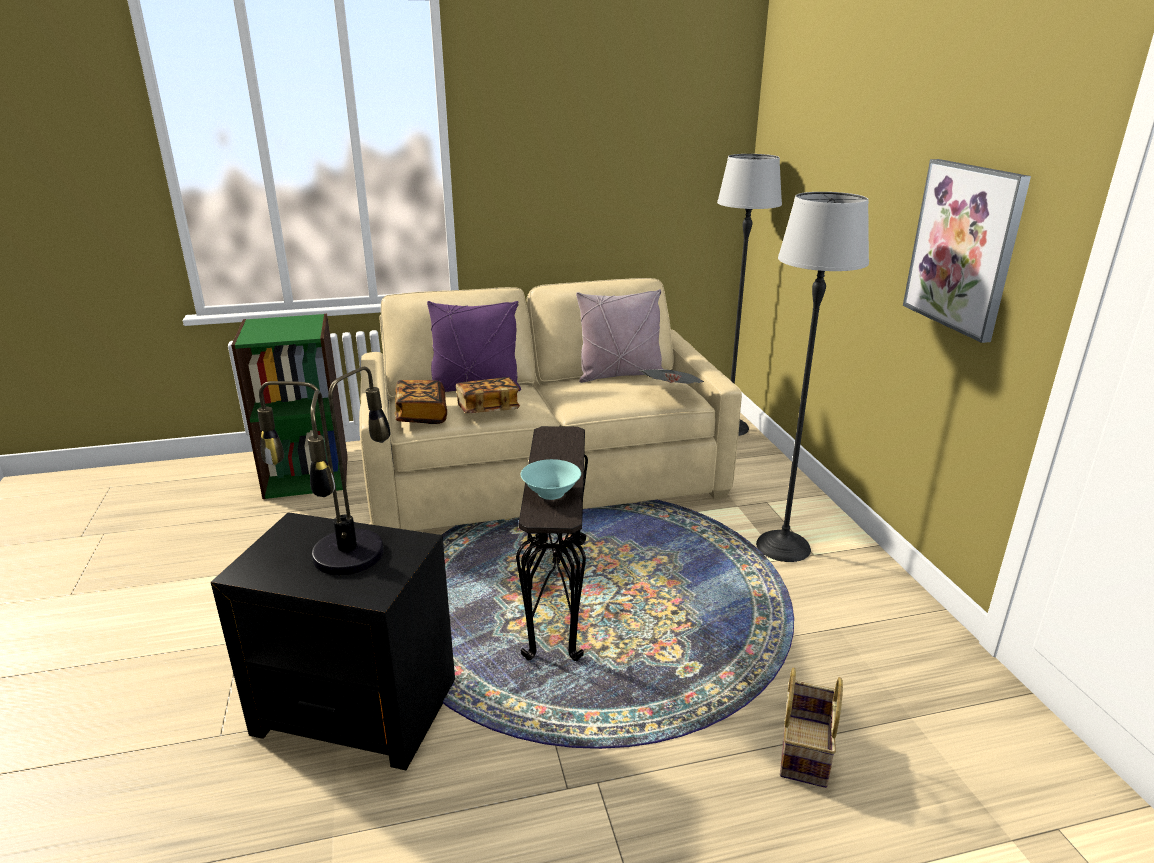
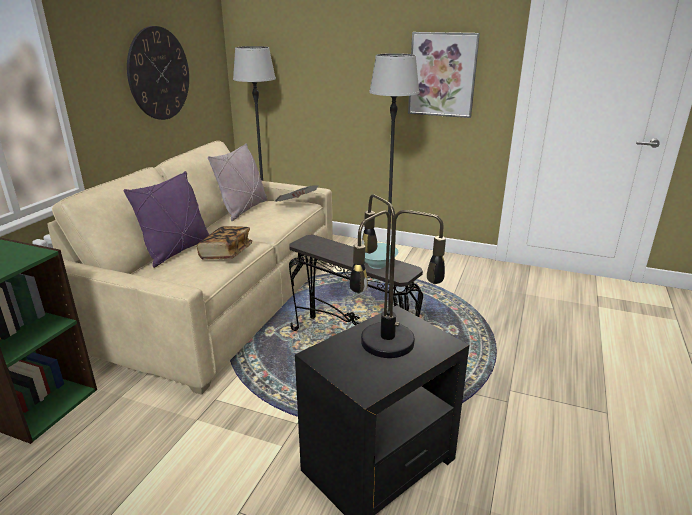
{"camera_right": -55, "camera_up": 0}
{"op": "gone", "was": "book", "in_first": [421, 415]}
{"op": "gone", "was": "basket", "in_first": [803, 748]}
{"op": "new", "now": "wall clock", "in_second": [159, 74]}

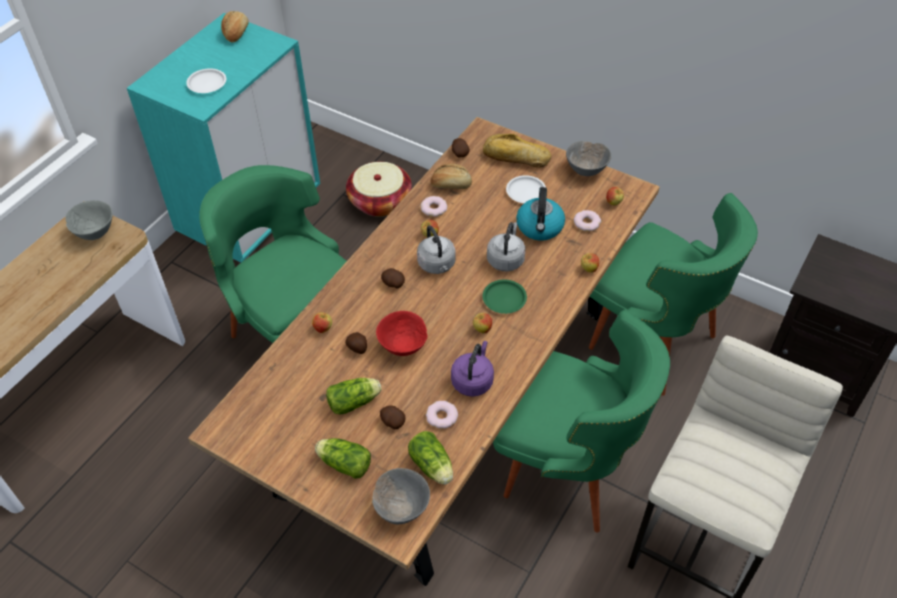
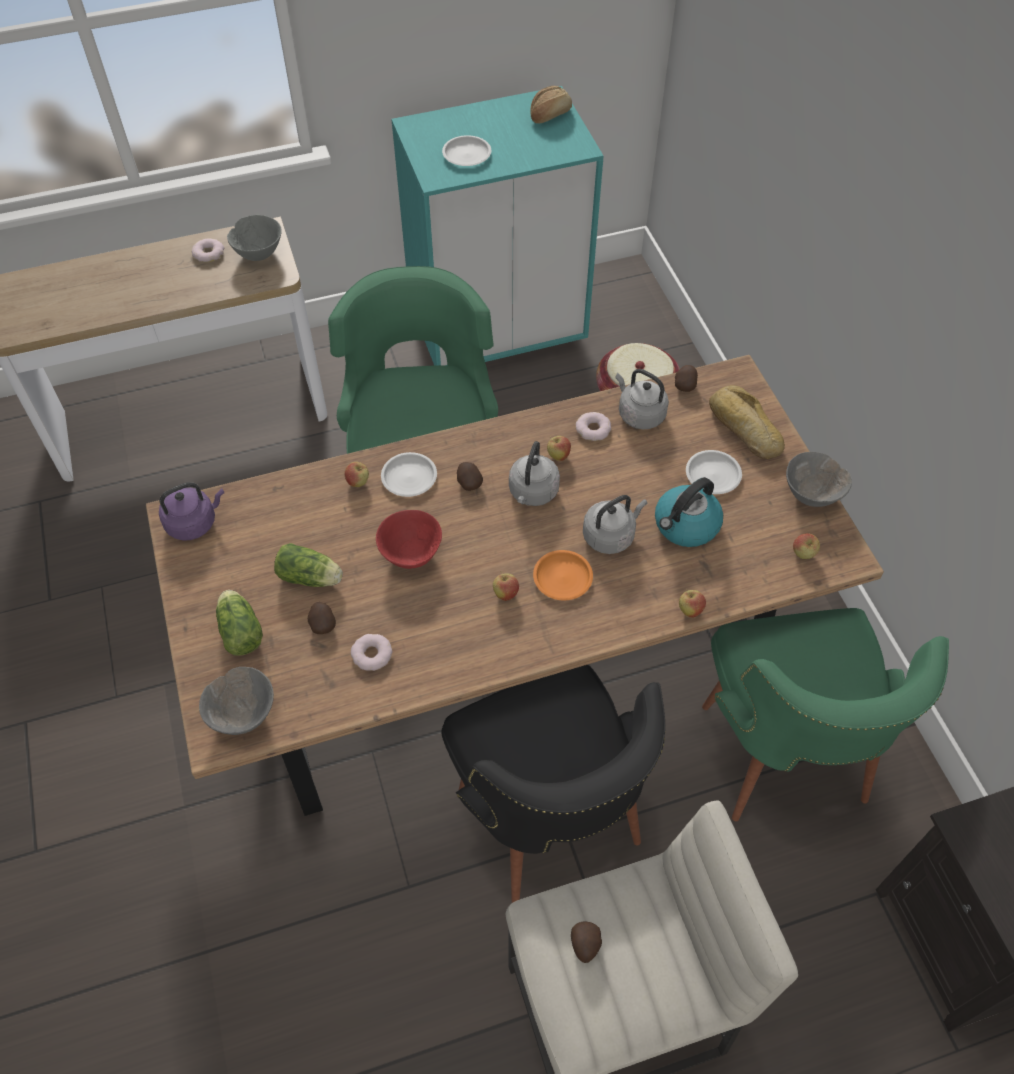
{"camera_right": 40, "camera_up": 5}
{"op": "gone", "was": "lettuce", "in_first": [433, 467]}
{"op": "new", "now": "plate/white", "in_second": [409, 478]}
{"op": "shifted", "was": "potato", "in_first": [358, 348], "in_second": [585, 945]}
{"op": "shifted", "was": "kettle/purple", "in_first": [473, 380], "in_second": [194, 523]}
{"op": "shifted", "was": "donut", "in_first": [586, 223], "in_second": [209, 253]}
{"op": "swapped", "was": "bread", "now": "kettle/grey", "in_first": [451, 184], "in_second": [639, 414]}
{"op": "repainted", "was": "plate/green", "now": "plate/orange", "in_first": [504, 299], "in_second": [562, 577]}
{"op": "repainted", "was": "chair/green", "now": "chair/black", "in_first": [566, 470], "in_second": [548, 816]}

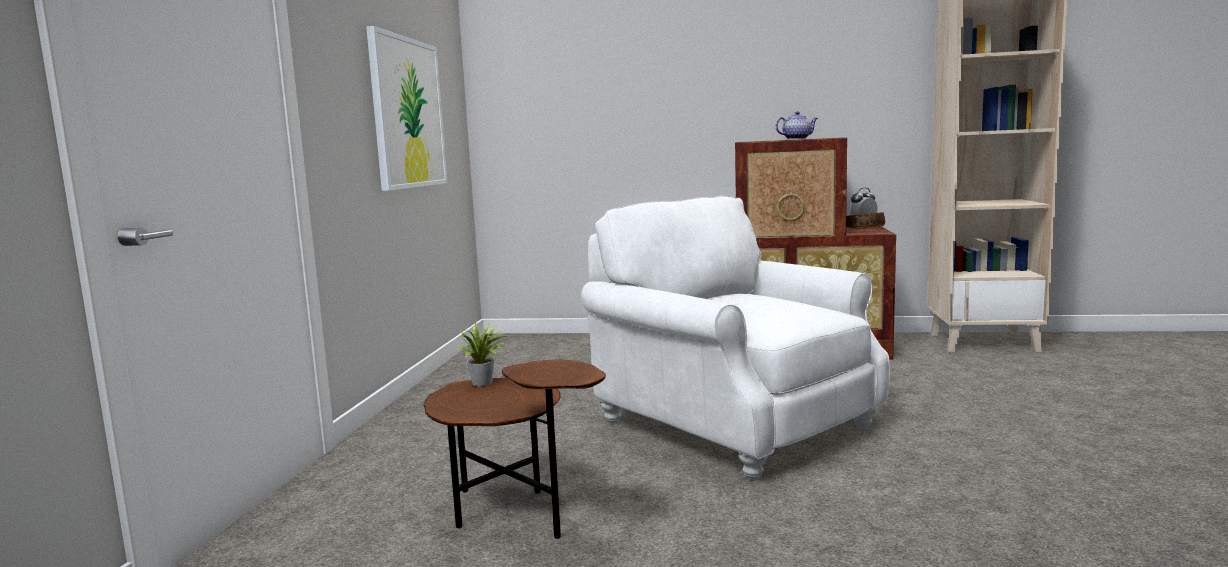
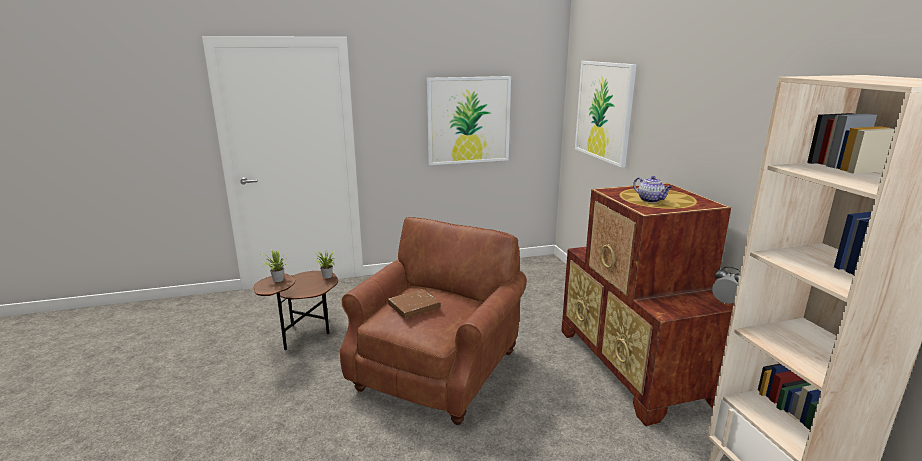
{"camera_right": 65, "camera_up": 10}
{"op": "gone", "was": "bowl", "in_first": [865, 229]}
{"op": "new", "now": "potted plant", "in_second": [277, 280]}
{"op": "new", "now": "book/brown", "in_second": [414, 306]}
{"op": "new", "now": "picture", "in_second": [604, 111]}
{"op": "repainted", "was": "armchair/white", "now": "armchair/brown", "in_first": [733, 424], "in_second": [437, 370]}

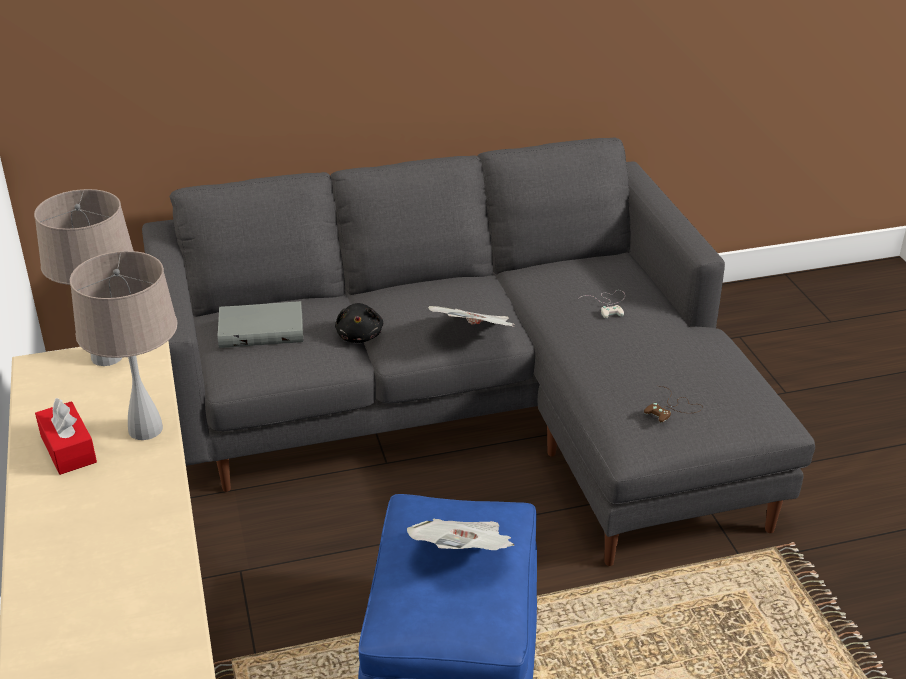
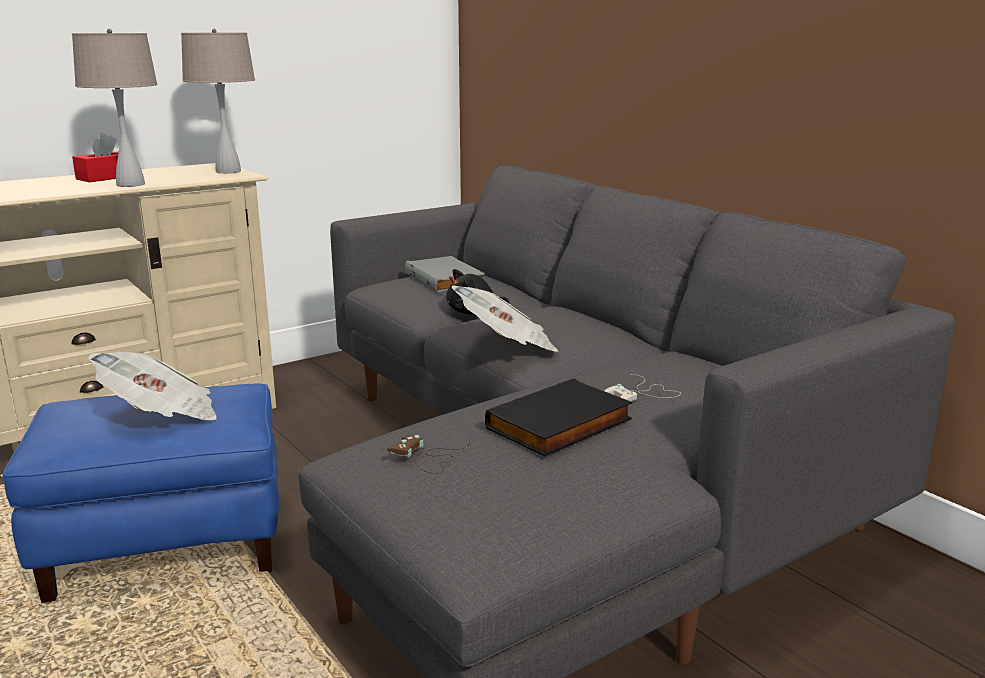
{"camera_right": 70, "camera_up": -15}
{"op": "new", "now": "book/black", "in_second": [560, 425]}

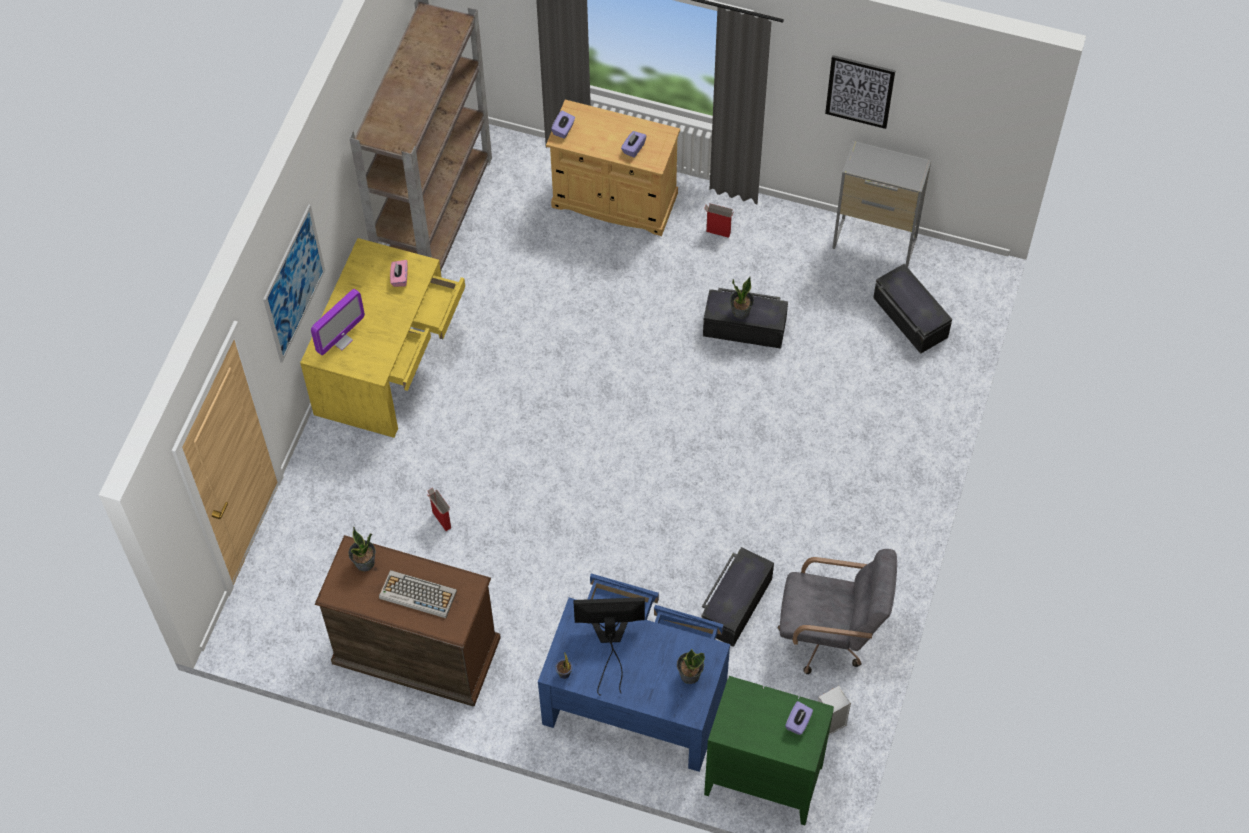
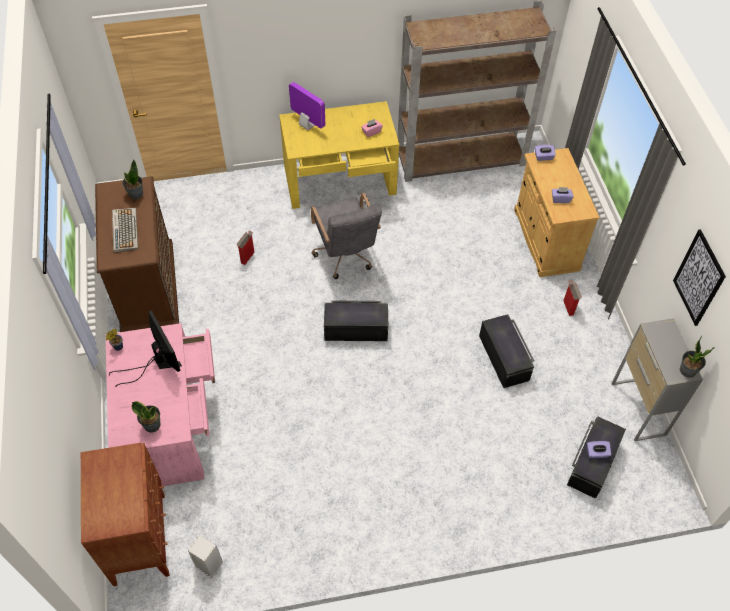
{"camera_right": 60, "camera_up": -5}
{"op": "gone", "was": "picture", "in_first": [294, 284]}
{"op": "shifted", "was": "storage box/black", "in_first": [735, 604], "in_second": [356, 328]}
{"op": "shifted", "was": "potted plant", "in_first": [741, 312], "in_second": [687, 371]}
{"op": "shifted", "was": "office chair/grey", "in_first": [829, 638], "in_second": [345, 258]}
{"op": "shifted", "was": "tissue box/purple", "in_first": [798, 722], "in_second": [597, 453]}
{"op": "repainted", "was": "desk/blue", "now": "desk/pink", "in_first": [636, 696], "in_second": [171, 424]}
{"op": "repainted", "was": "dresser/green", "now": "dresser/brown", "in_first": [763, 778], "in_second": [141, 538]}
{"op": "rotated", "was": "monitor", "in_first": [341, 340], "in_second": [307, 125], "clockwise": -150}

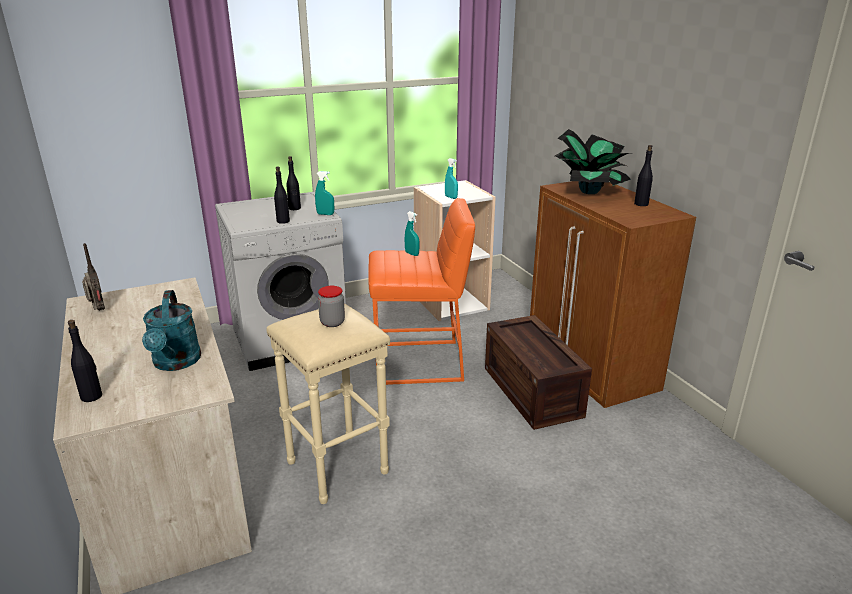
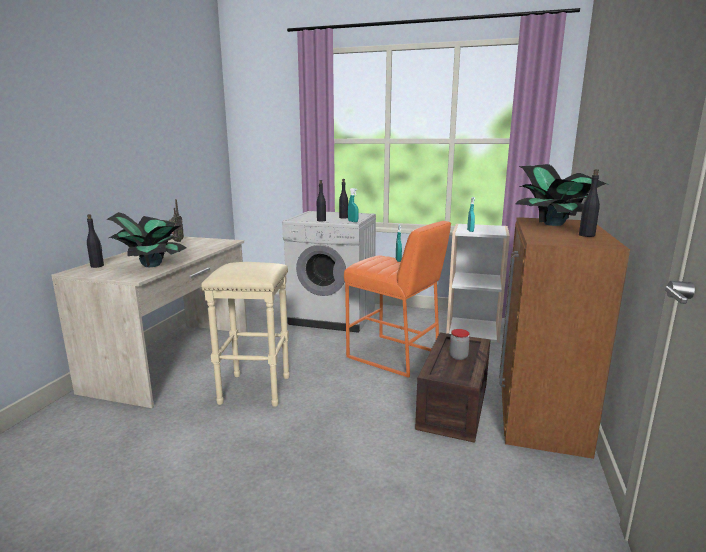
{"camera_right": 40, "camera_up": -10}
{"op": "shifted", "was": "jar", "in_first": [332, 322], "in_second": [458, 357]}
{"op": "swapped", "was": "watering can/turquoise", "now": "potted plant", "in_first": [176, 363], "in_second": [152, 265]}

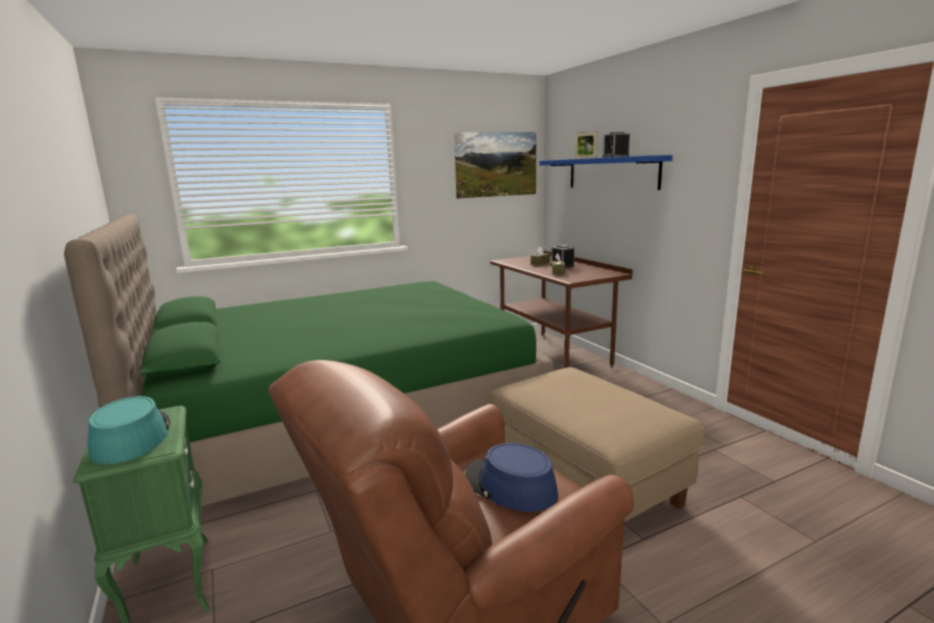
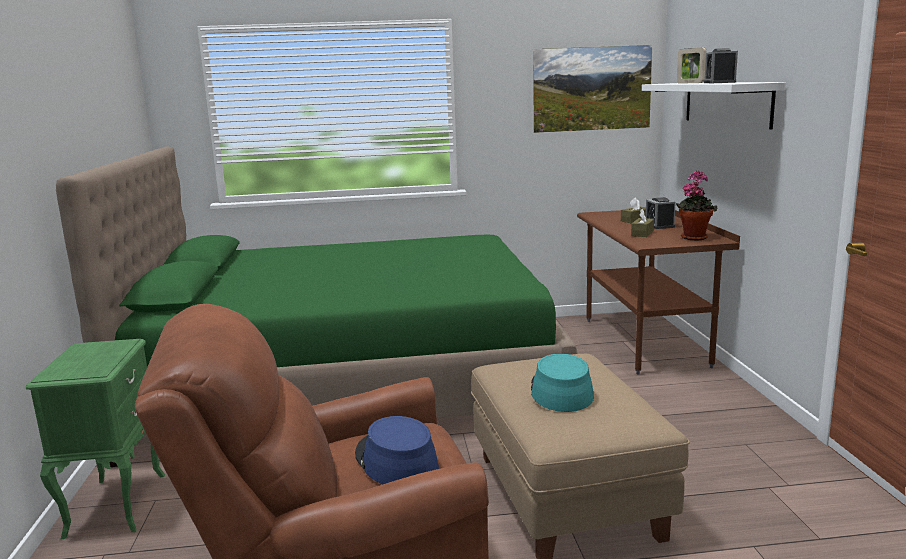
{"camera_right": 20, "camera_up": 0}
{"op": "new", "now": "potted plant", "in_second": [694, 237]}
{"op": "shifted", "was": "hat/turquoise", "in_first": [131, 438], "in_second": [560, 391]}
{"op": "repainted", "was": "shelf/blue", "now": "shelf/white", "in_first": [611, 173], "in_second": [726, 103]}

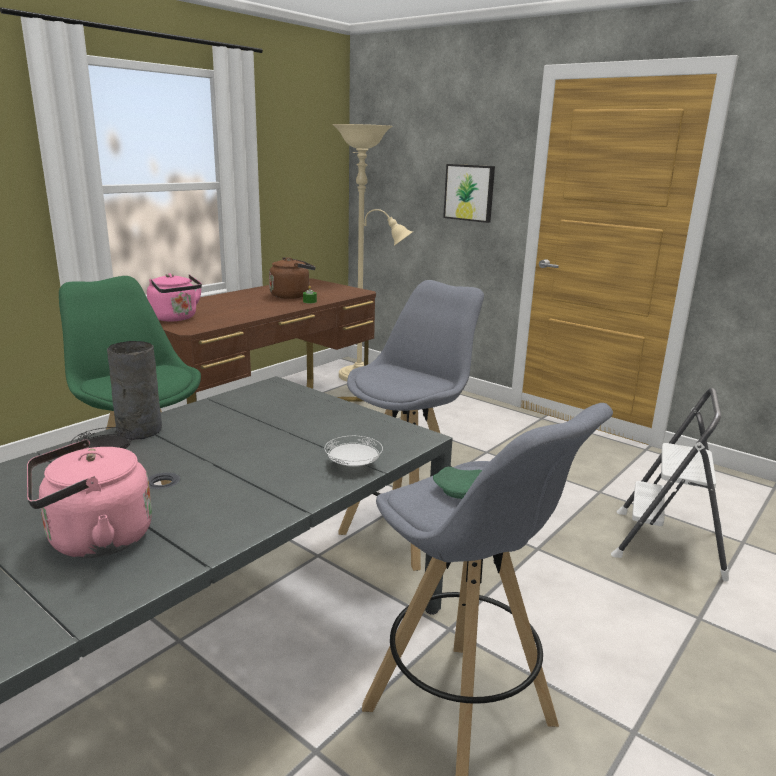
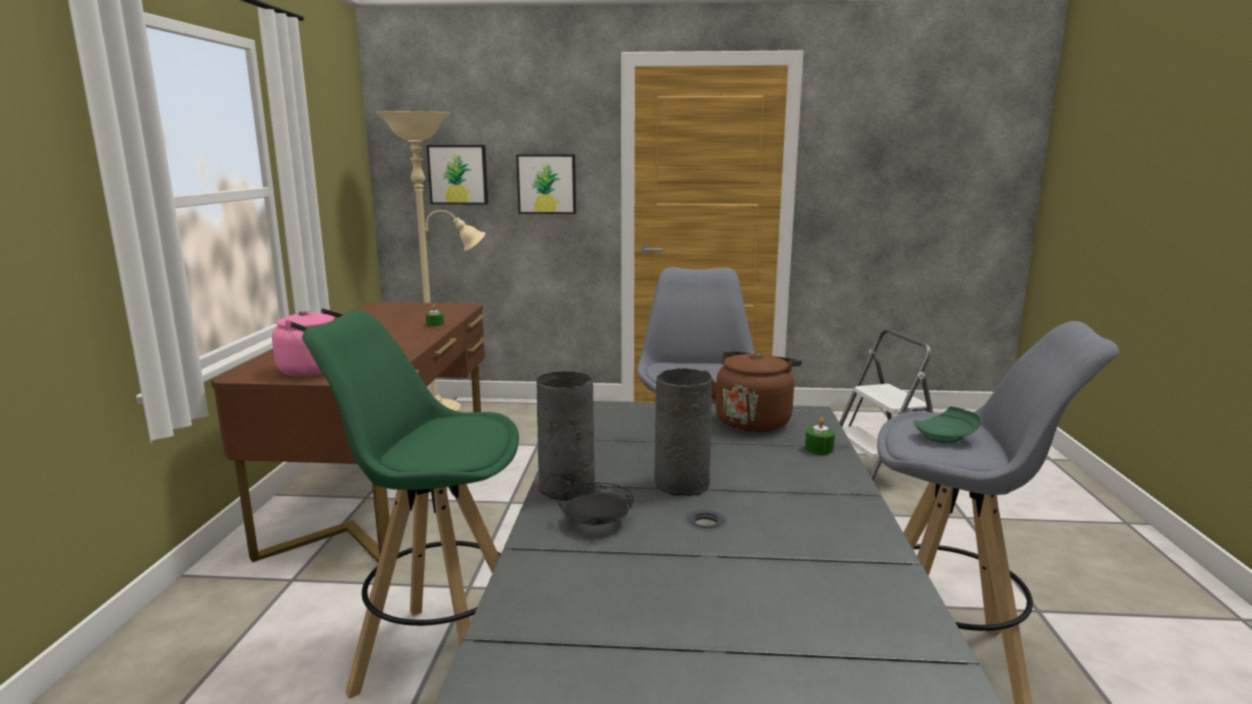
{"camera_right": -35, "camera_up": -5}
{"op": "gone", "was": "kettle/pink", "in_first": [94, 540]}
{"op": "new", "now": "picture", "in_second": [458, 174]}
{"op": "new", "now": "vase/grey", "in_second": [682, 483]}
{"op": "shifted", "was": "kettle/brown", "in_first": [292, 295], "in_second": [753, 421]}
{"op": "swapped", "was": "plate/white", "now": "candle/green", "in_first": [353, 465], "in_second": [819, 449]}

